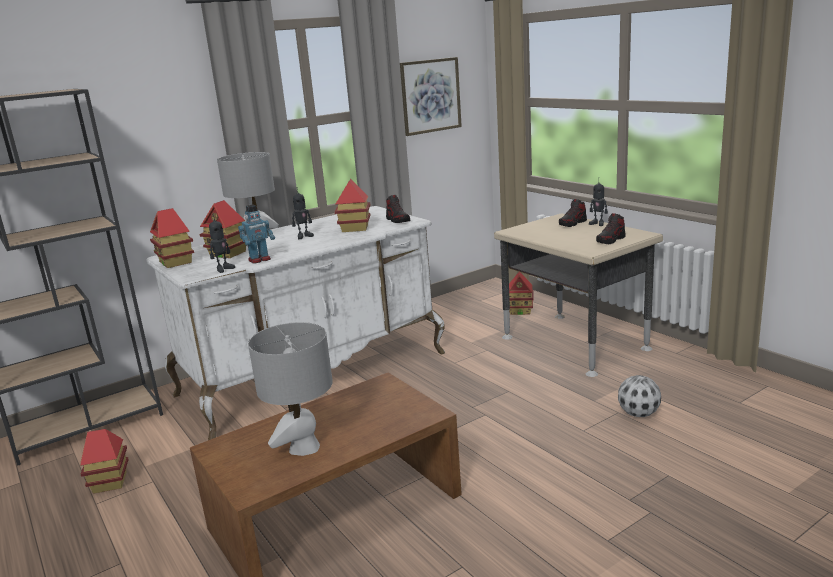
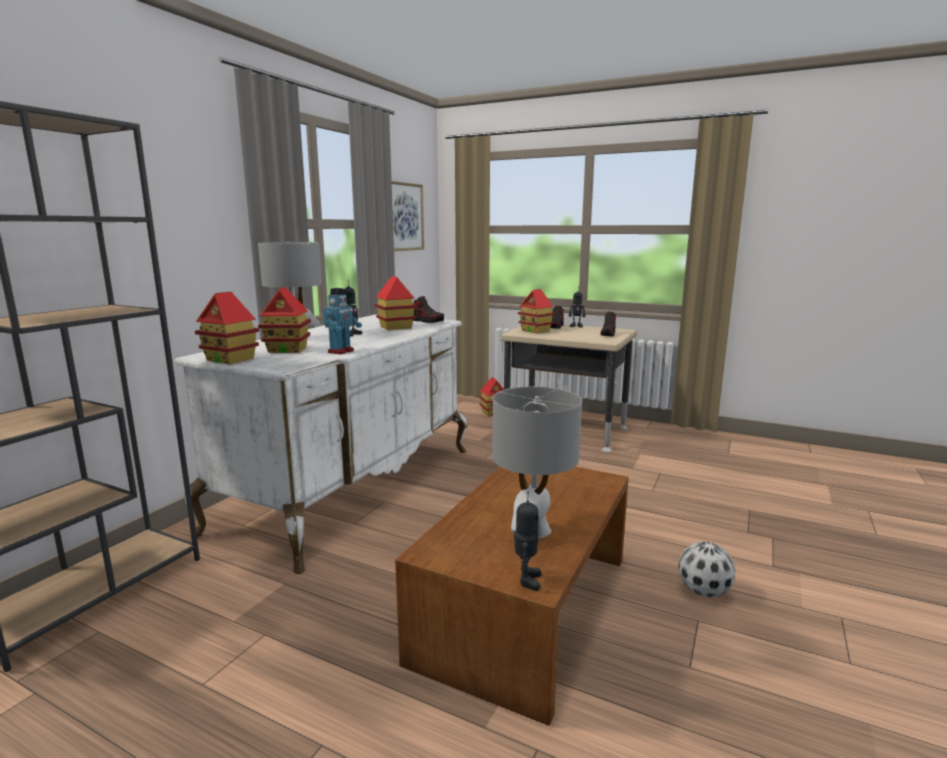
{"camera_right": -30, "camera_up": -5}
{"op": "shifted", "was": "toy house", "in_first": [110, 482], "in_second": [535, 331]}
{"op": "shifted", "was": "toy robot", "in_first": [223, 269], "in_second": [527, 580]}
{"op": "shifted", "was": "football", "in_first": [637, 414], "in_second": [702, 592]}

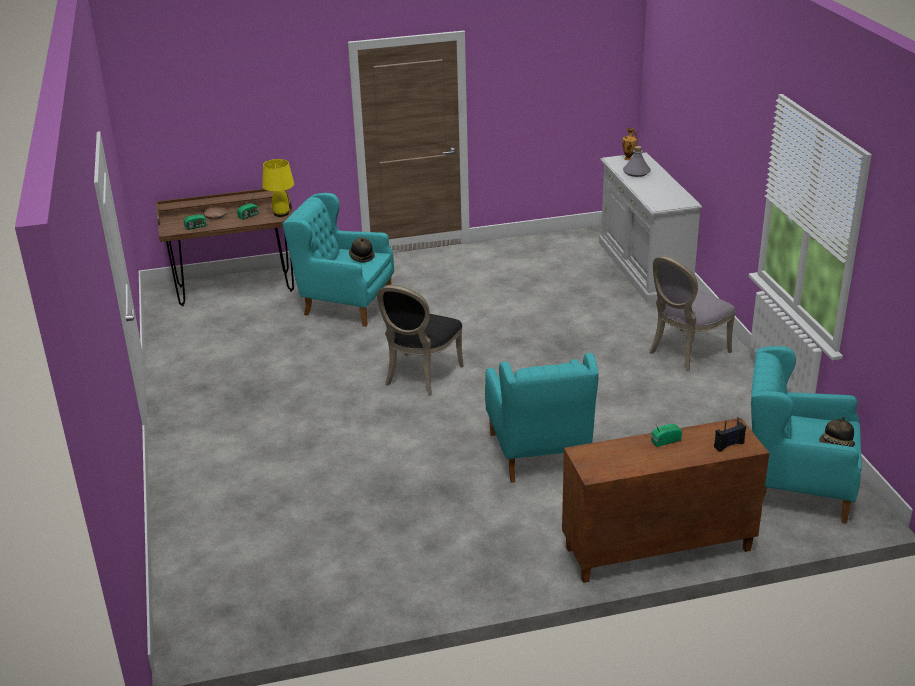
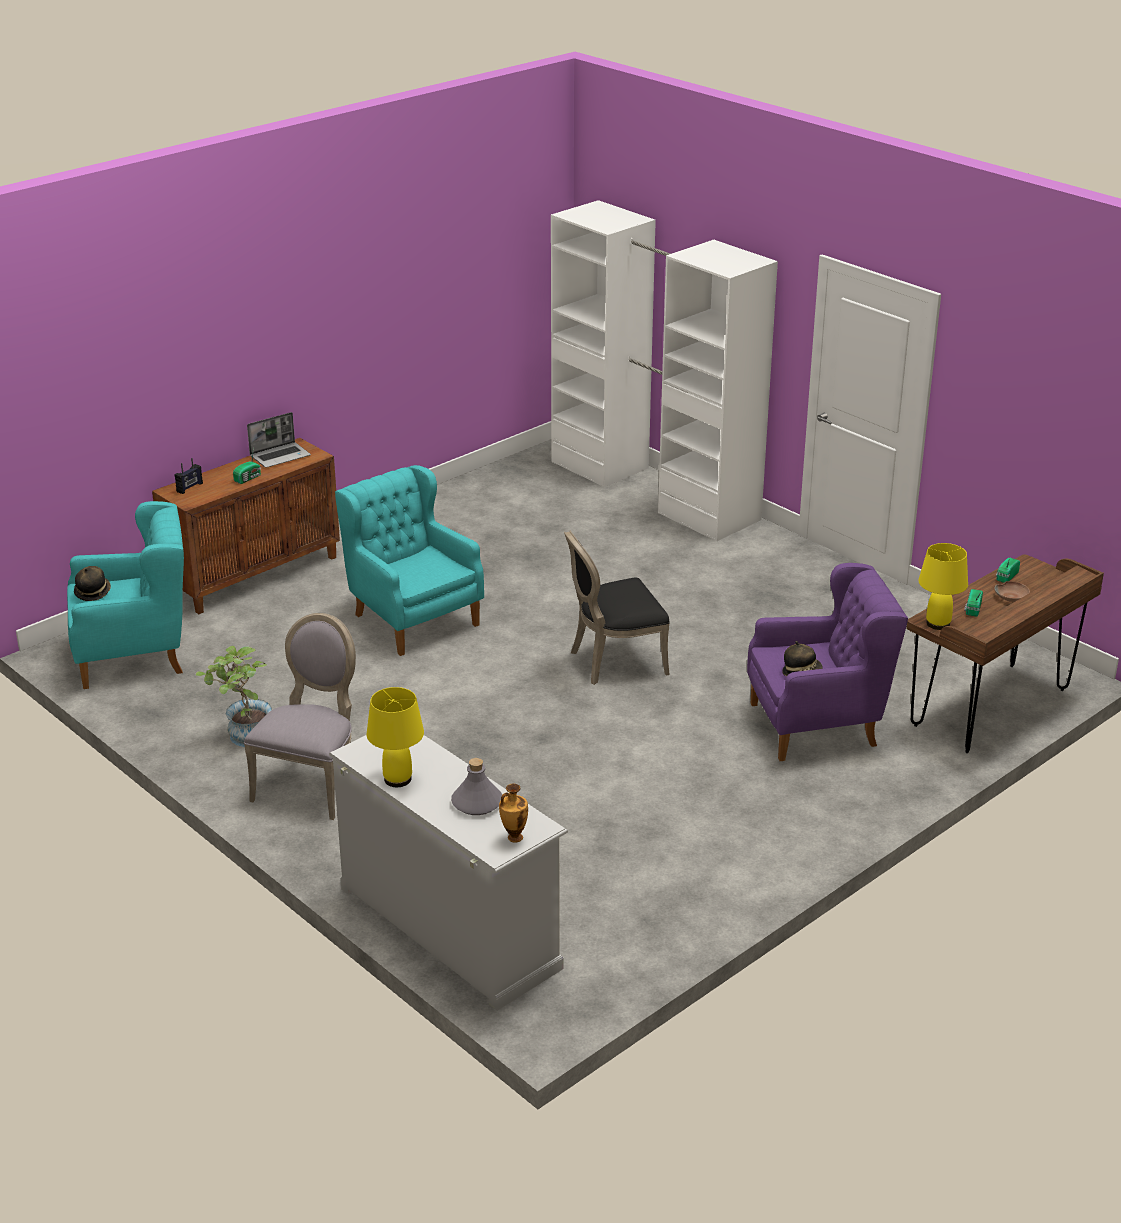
{"camera_right": 150, "camera_up": 0}
{"op": "new", "now": "potted plant", "in_second": [244, 736]}
{"op": "new", "now": "laptop", "in_second": [280, 456]}
{"op": "new", "now": "table lamp/yellow", "in_second": [397, 779]}
{"op": "new", "now": "wardrobe/white", "in_second": [654, 490]}
{"op": "repainted", "was": "armchair/turquoise", "now": "armchair/purple", "in_first": [345, 305], "in_second": [816, 726]}
{"op": "rotated", "was": "chair/black", "in_first": [420, 376], "in_second": [613, 661], "clockwise": -105}

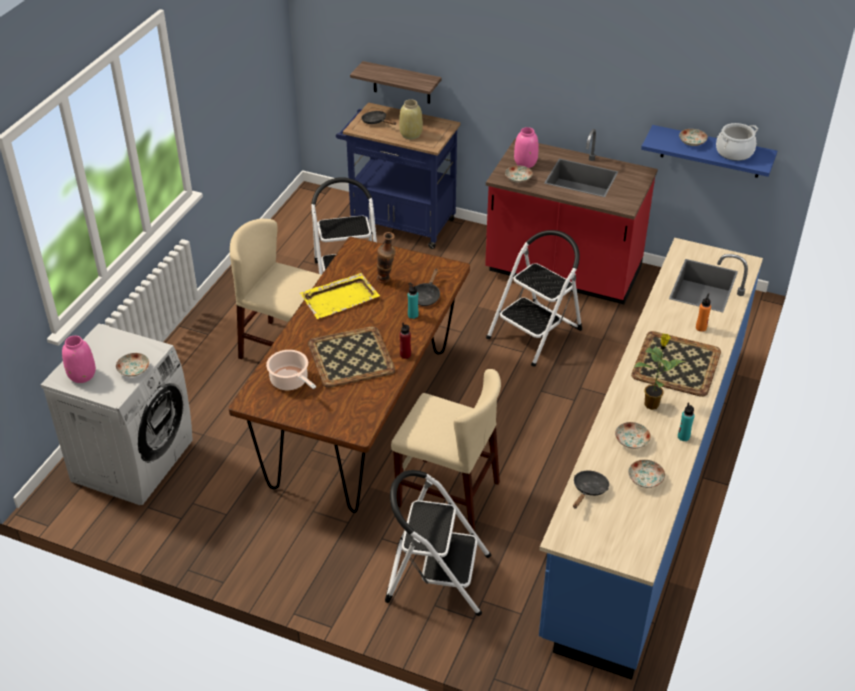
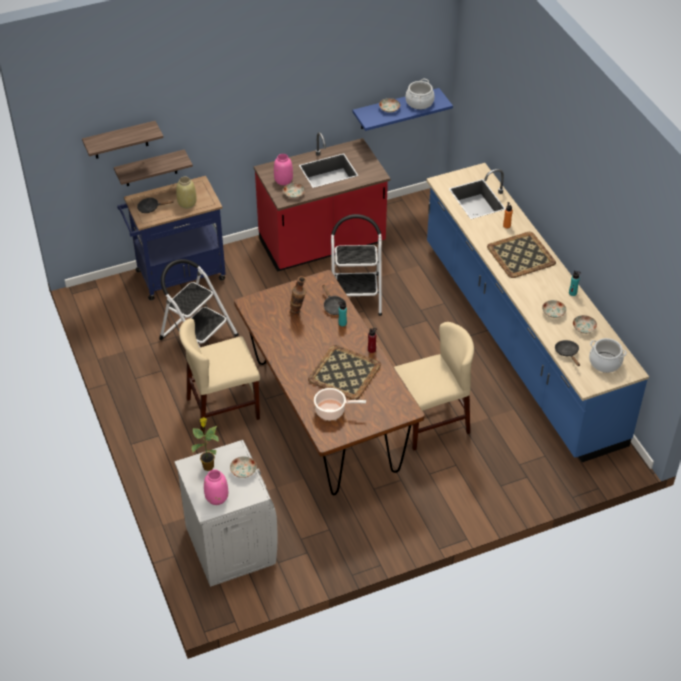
{"camera_right": -45, "camera_up": 5}
{"op": "gone", "was": "tray/yellow", "in_first": [340, 298]}
{"op": "gone", "was": "step ladder", "in_first": [434, 577]}
{"op": "new", "now": "shelf", "in_second": [120, 140]}
{"op": "new", "now": "cooking pot", "in_second": [605, 362]}
{"op": "shifted", "was": "potted plant", "in_first": [652, 404], "in_second": [208, 465]}

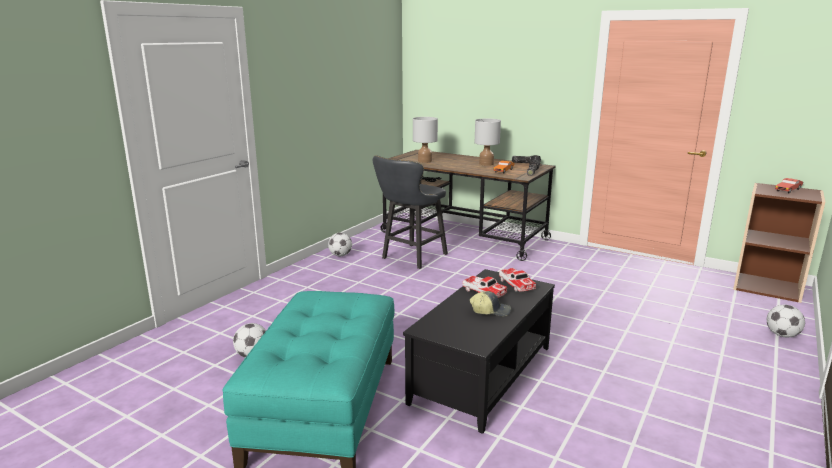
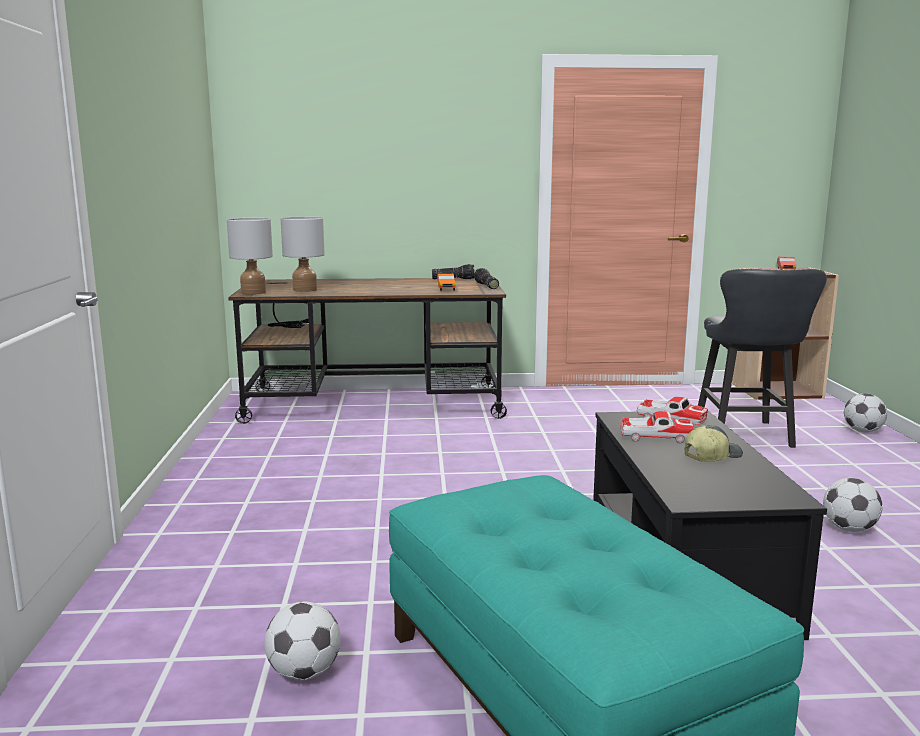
{"camera_right": -35, "camera_up": -5}
{"op": "shifted", "was": "football", "in_first": [340, 255], "in_second": [849, 529]}
{"op": "shifted", "was": "stool/grey", "in_first": [410, 258], "in_second": [746, 438]}
{"op": "shifted", "was": "table lamp/grey", "in_first": [486, 164], "in_second": [253, 292]}

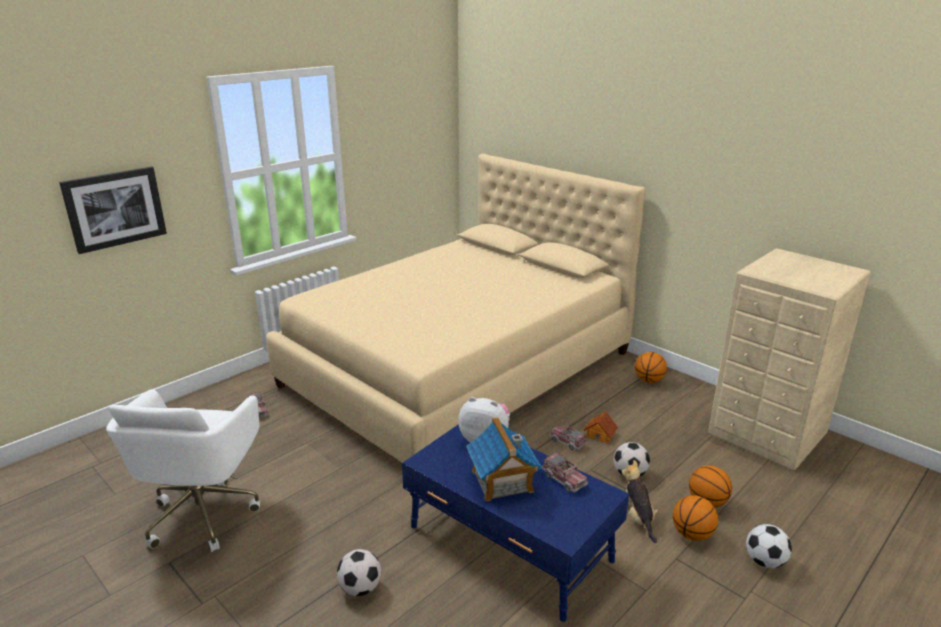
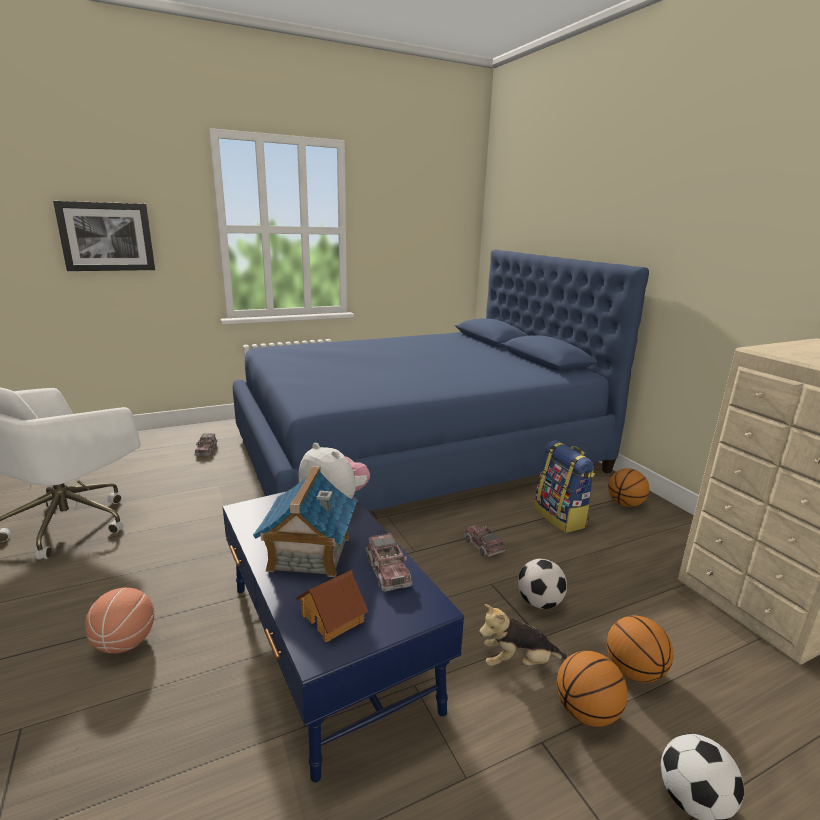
{"camera_right": 20, "camera_up": -5}
{"op": "new", "now": "backpack", "in_second": [561, 517]}
{"op": "shifted", "was": "toy house", "in_first": [600, 434], "in_second": [333, 617]}
{"op": "swapped", "was": "football", "now": "basketball", "in_first": [360, 588], "in_second": [125, 643]}
{"op": "repainted", "was": "bed/beige", "now": "bed/blue", "in_first": [459, 369], "in_second": [416, 452]}
{"op": "rotated", "was": "plush toy", "in_first": [638, 517], "in_second": [518, 662], "clockwise": -105}

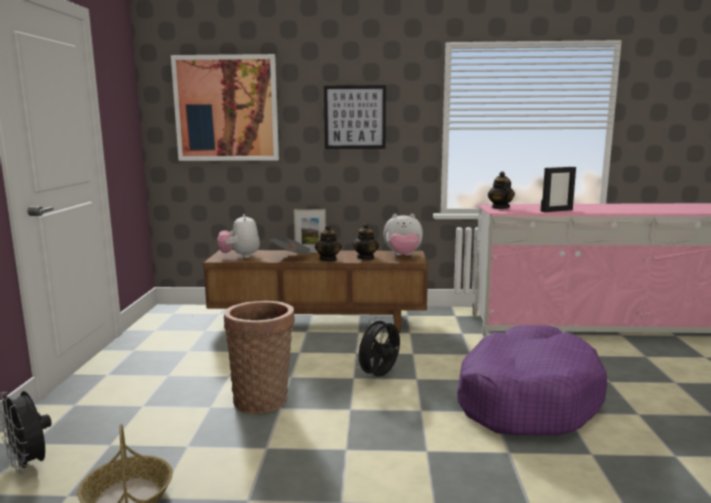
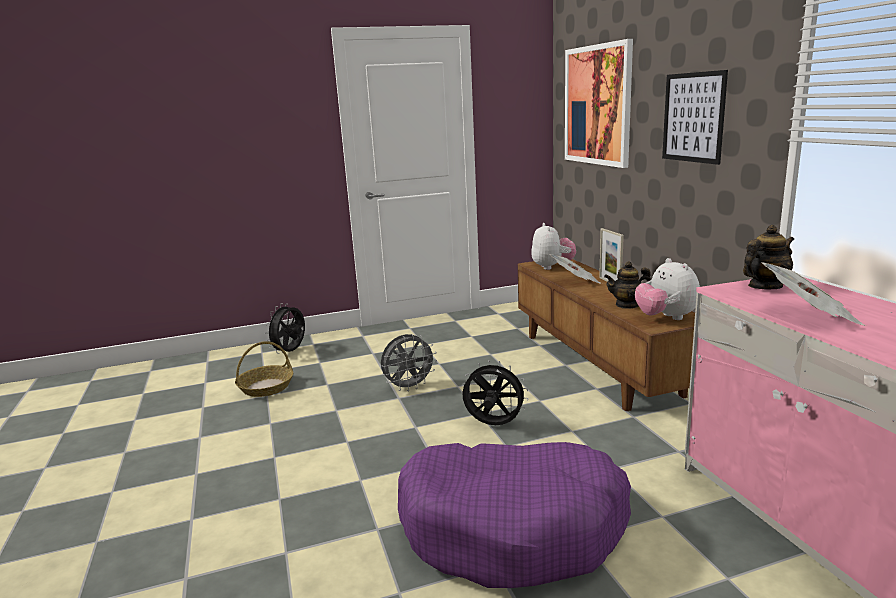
{"camera_right": 70, "camera_up": 5}
{"op": "gone", "was": "teapot", "in_first": [328, 259]}
{"op": "swapped", "was": "basket", "now": "fan/grey", "in_first": [263, 399], "in_second": [409, 387]}
{"op": "swapped", "was": "picture frame", "now": "newspaper", "in_first": [556, 210], "in_second": [809, 317]}
{"op": "rotated", "was": "plush toy", "in_first": [240, 256], "in_second": [552, 267], "clockwise": 120}

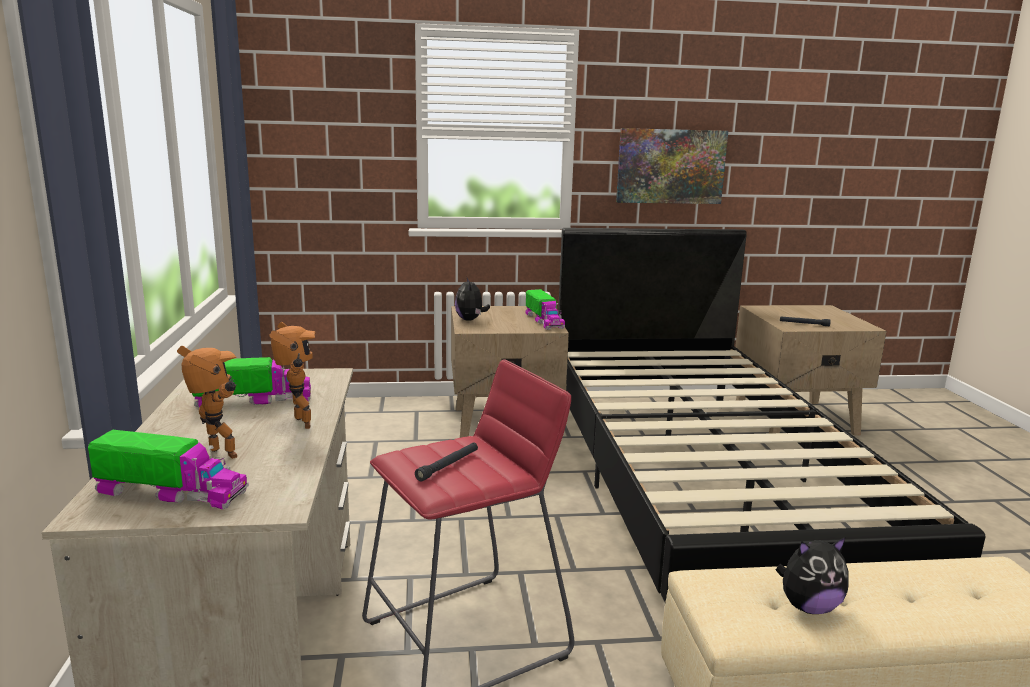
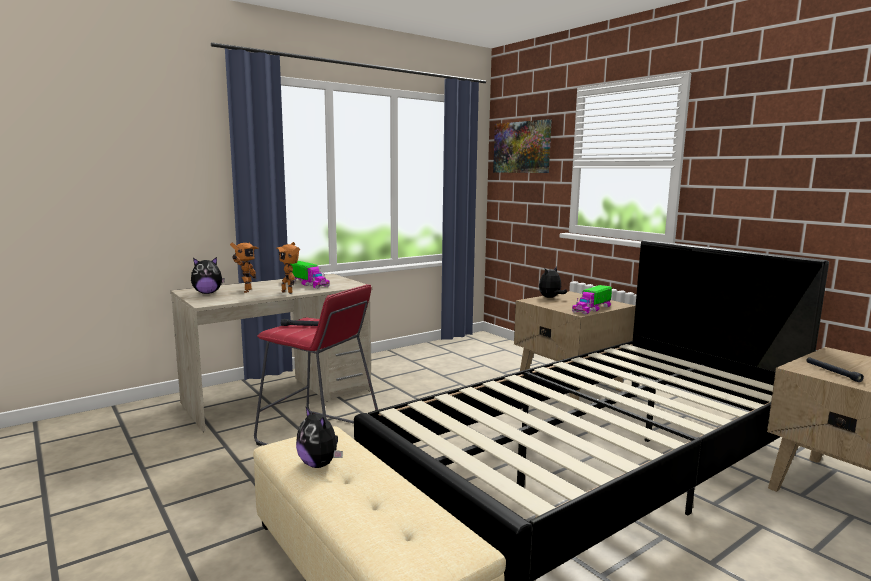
{"camera_right": 60, "camera_up": -5}
{"op": "shifted", "was": "picture", "in_first": [670, 166], "in_second": [522, 147]}
{"op": "swapped", "was": "toy truck", "now": "plush toy", "in_first": [171, 493], "in_second": [207, 293]}
{"op": "rotated", "was": "toy robot", "in_first": [298, 424], "in_second": [288, 292], "clockwise": 105}

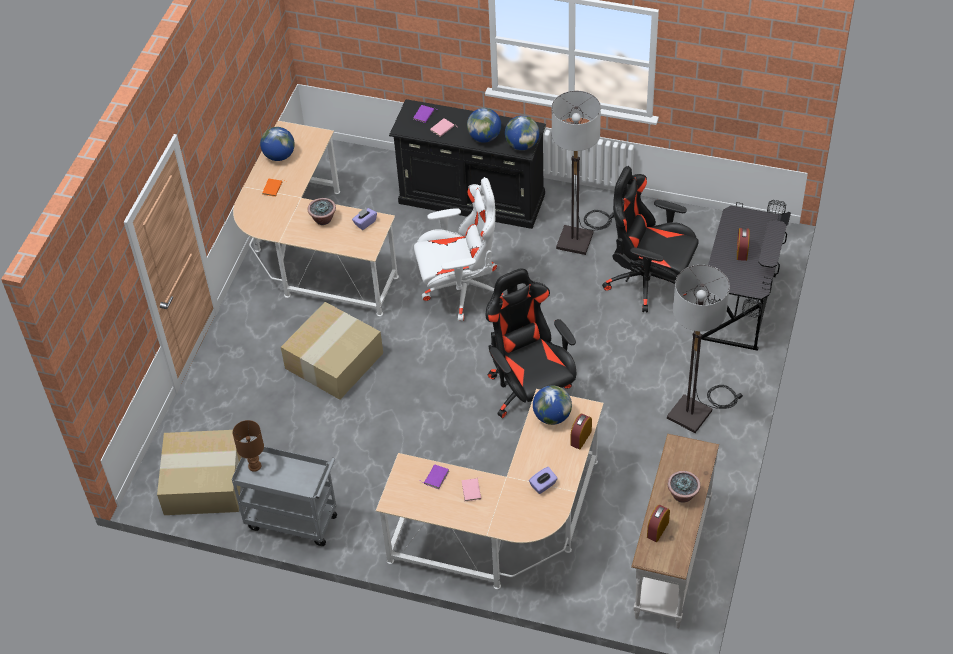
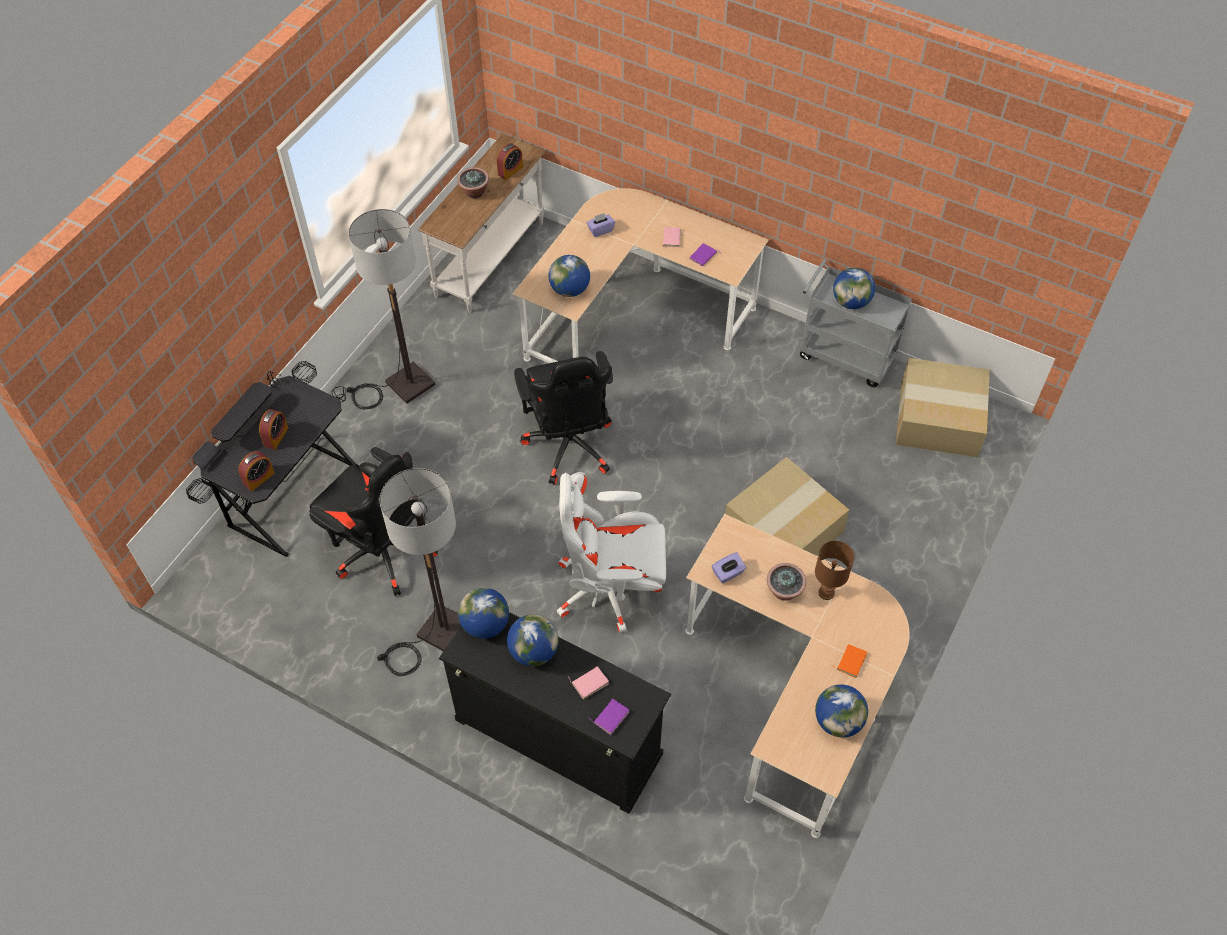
{"camera_right": -170, "camera_up": 5}
{"op": "new", "now": "globe", "in_second": [851, 302]}
{"op": "shifted", "was": "table lamp/brown", "in_first": [254, 466], "in_second": [827, 593]}
{"op": "shifted", "was": "alarm clock", "in_first": [581, 438], "in_second": [259, 478]}

